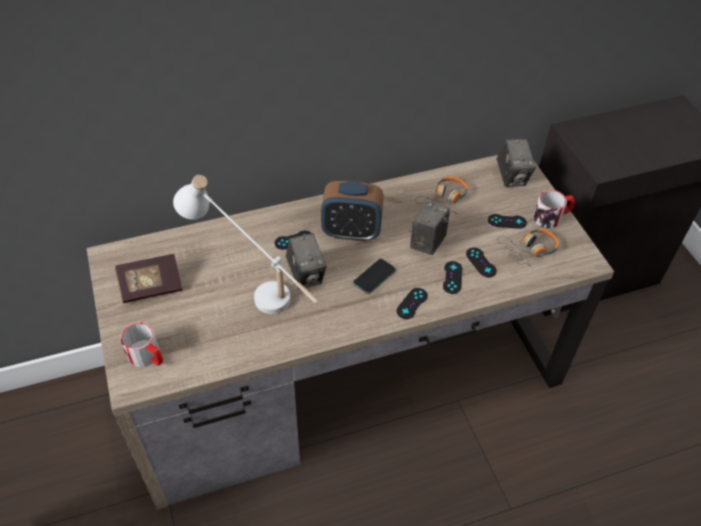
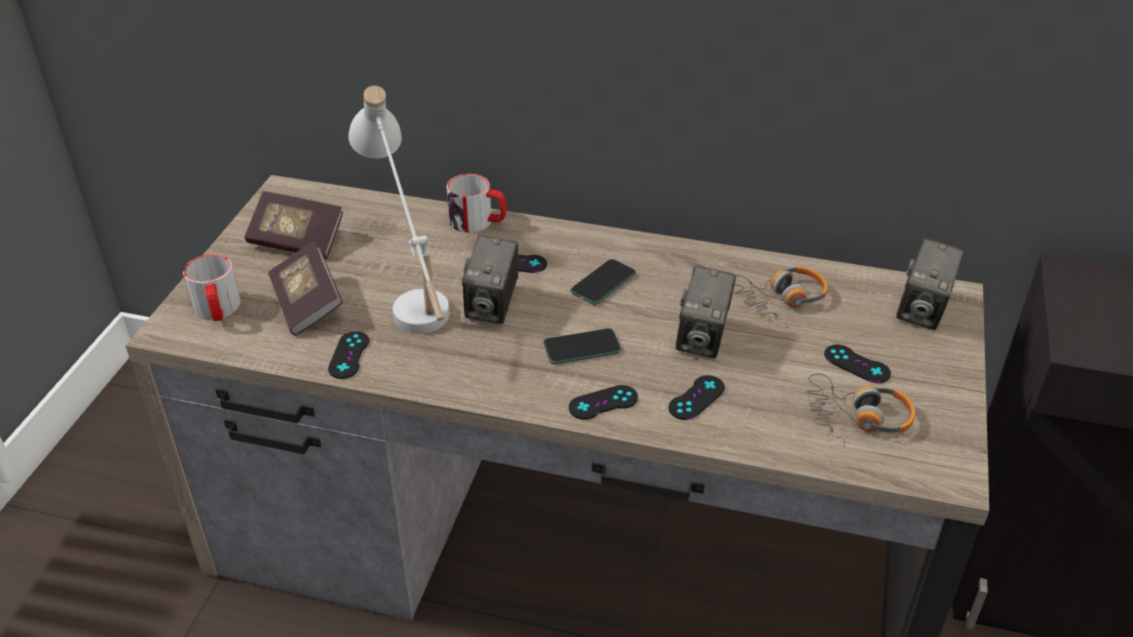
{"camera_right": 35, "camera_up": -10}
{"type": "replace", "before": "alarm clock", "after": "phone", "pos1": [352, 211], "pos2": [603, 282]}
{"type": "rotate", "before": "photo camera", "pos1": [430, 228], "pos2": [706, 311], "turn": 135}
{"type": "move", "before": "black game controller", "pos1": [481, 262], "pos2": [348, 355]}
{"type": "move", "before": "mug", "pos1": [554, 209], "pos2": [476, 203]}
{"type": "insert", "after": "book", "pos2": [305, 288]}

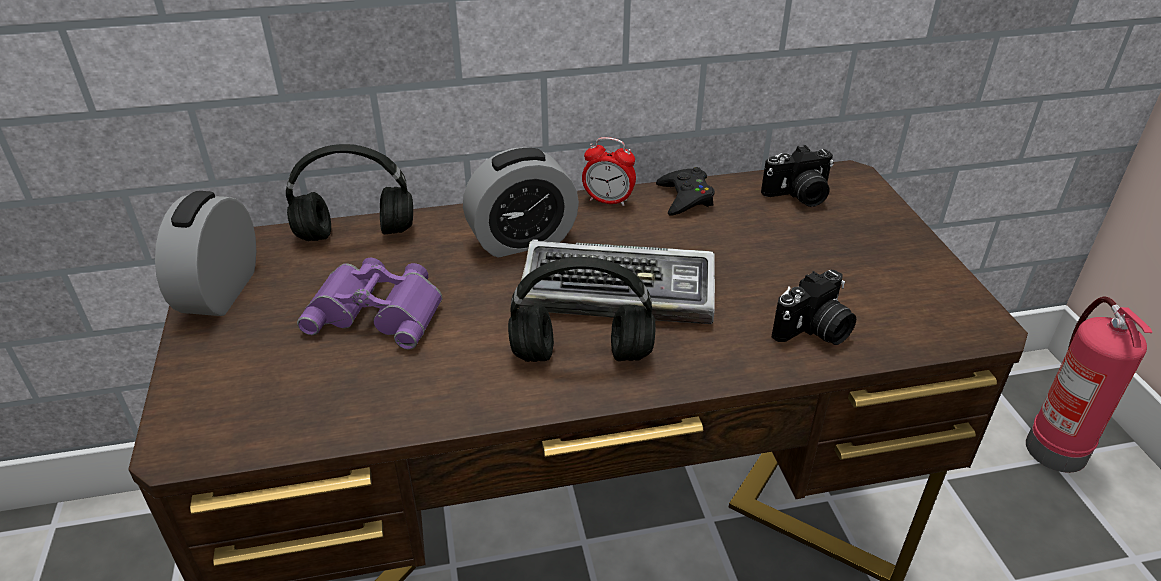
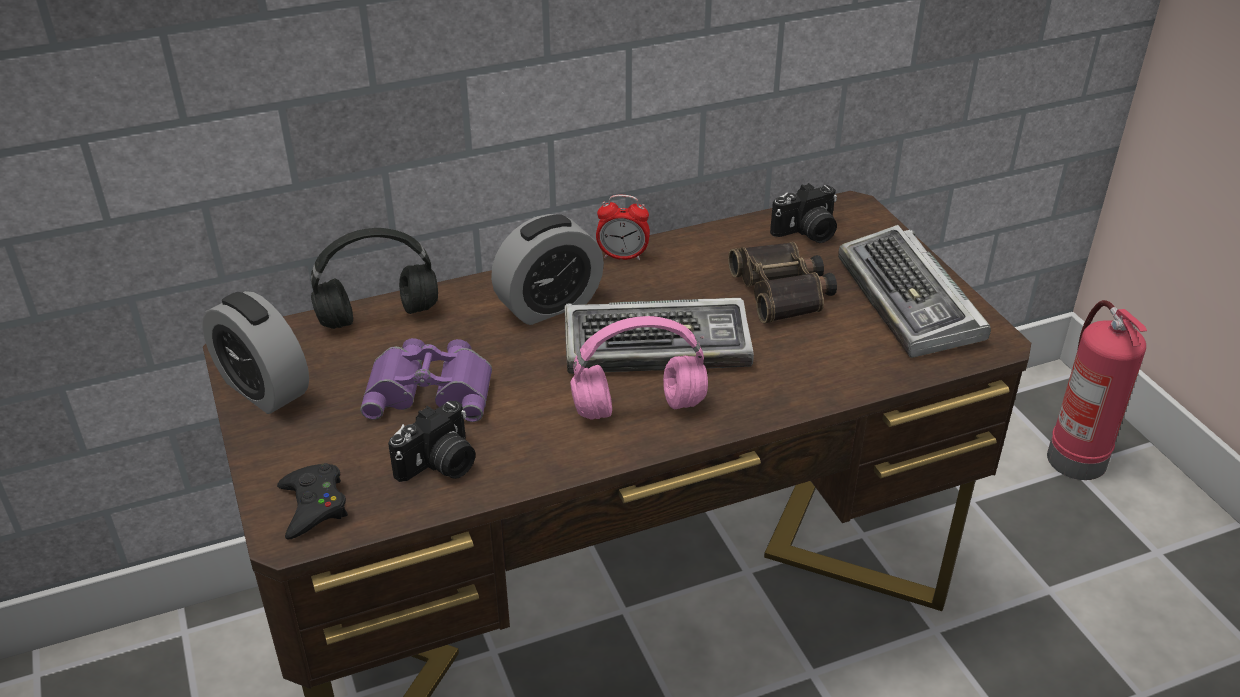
{"camera_right": -10, "camera_up": 0}
{"type": "rotate", "before": "alarm clock", "pos1": [205, 253], "pos2": [255, 352], "turn": -45}
{"type": "recolor", "before": "black headphones", "after": "pink headphones", "pos1": [582, 309], "pos2": [639, 368]}
{"type": "move", "before": "black game controller", "pos1": [685, 191], "pos2": [312, 501]}
{"type": "move", "before": "photo camera", "pos1": [814, 307], "pos2": [431, 441]}
{"type": "insert", "after": "binoculars", "pos2": [782, 282]}
{"type": "insert", "after": "keyboard", "pos2": [914, 291]}

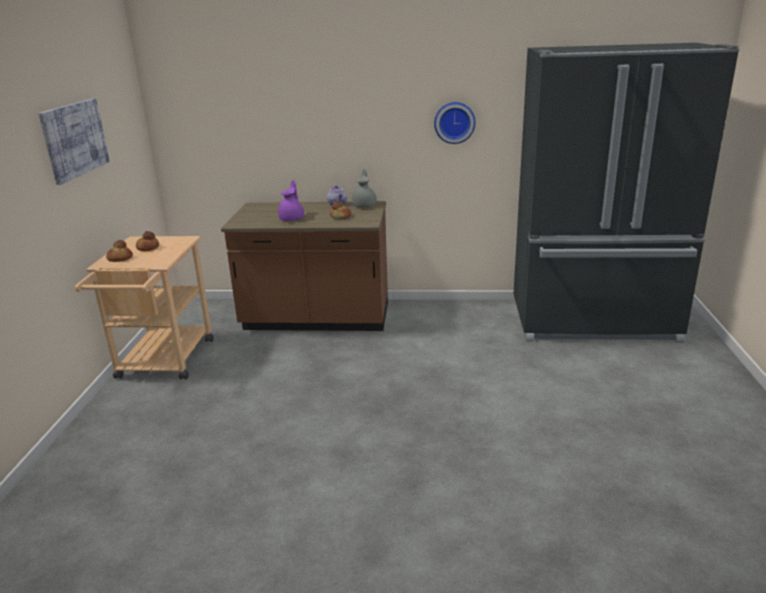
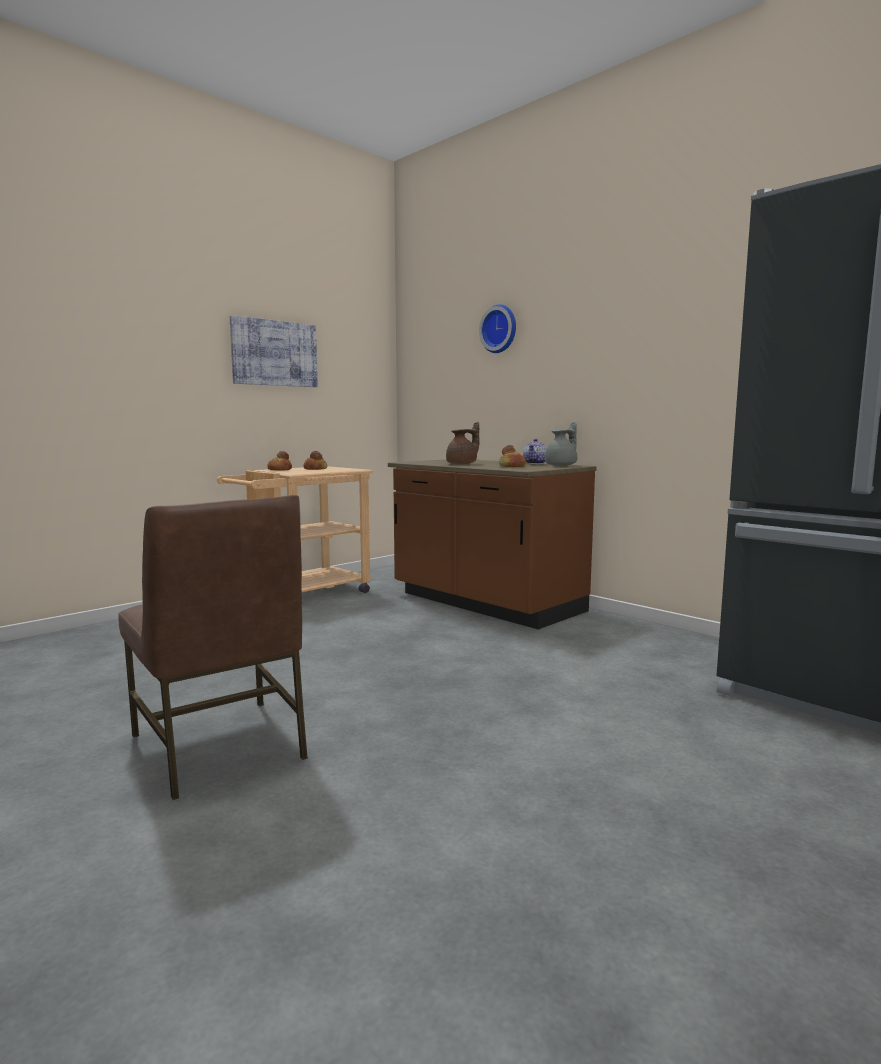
{"camera_right": 40, "camera_up": -15}
{"type": "recolor", "before": "purple teapot", "after": "brown teapot", "pos1": [291, 200], "pos2": [462, 443]}
{"type": "move", "before": "wall clock", "pos1": [455, 123], "pos2": [497, 328]}
{"type": "insert", "after": "brown chair", "pos2": [213, 647]}

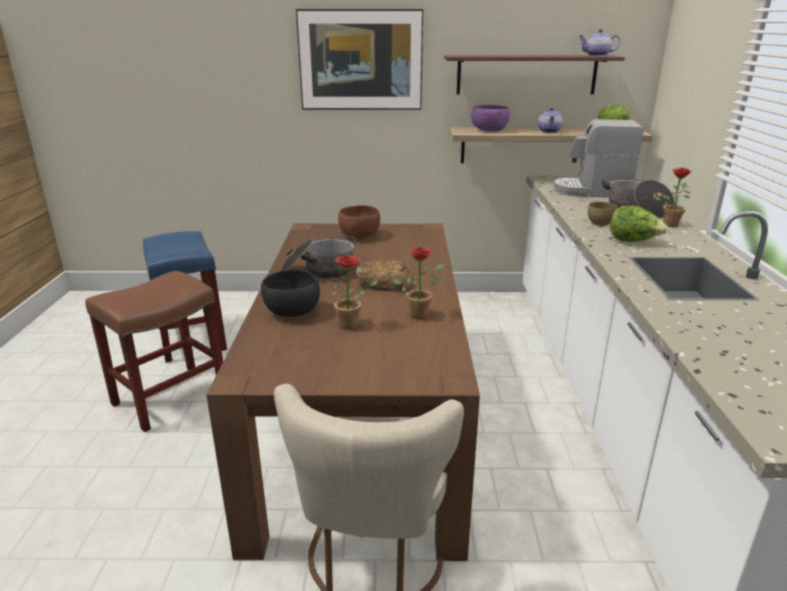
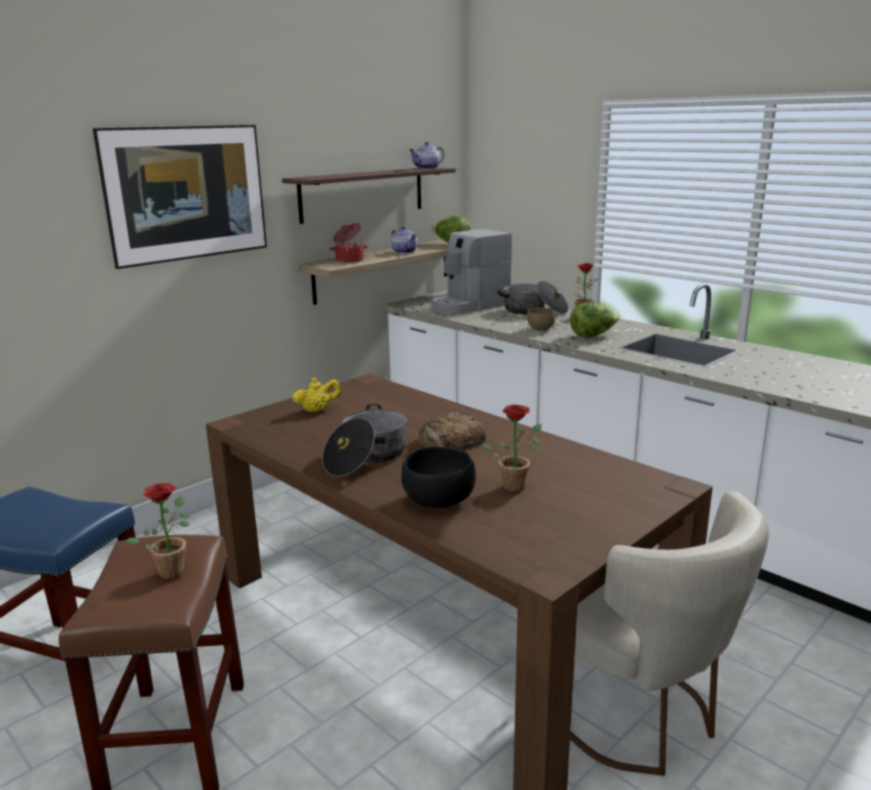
{"camera_right": -45, "camera_up": -5}
{"type": "replace", "before": "brown bowl", "after": "yellow teapot", "pos1": [359, 222], "pos2": [316, 395]}
{"type": "move", "before": "potted plant", "pos1": [418, 283], "pos2": [158, 531]}
{"type": "replace", "before": "purple bowl", "after": "cooking pot", "pos1": [490, 118], "pos2": [349, 243]}

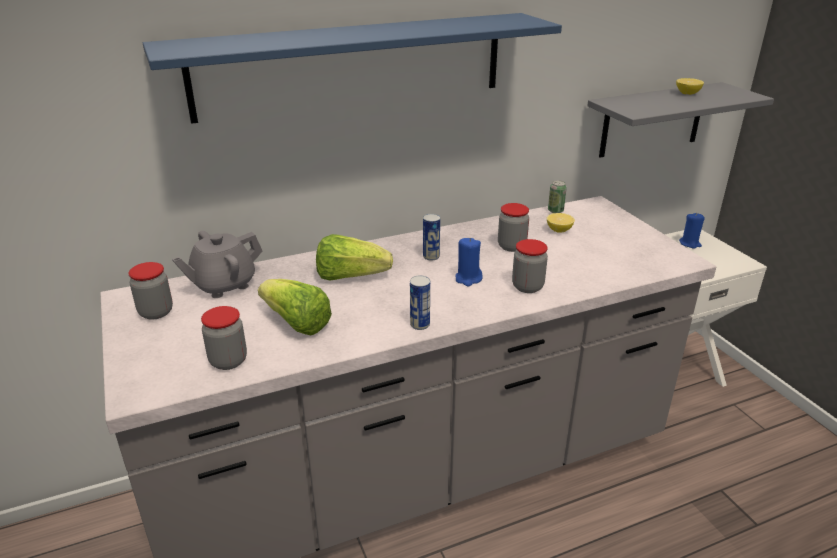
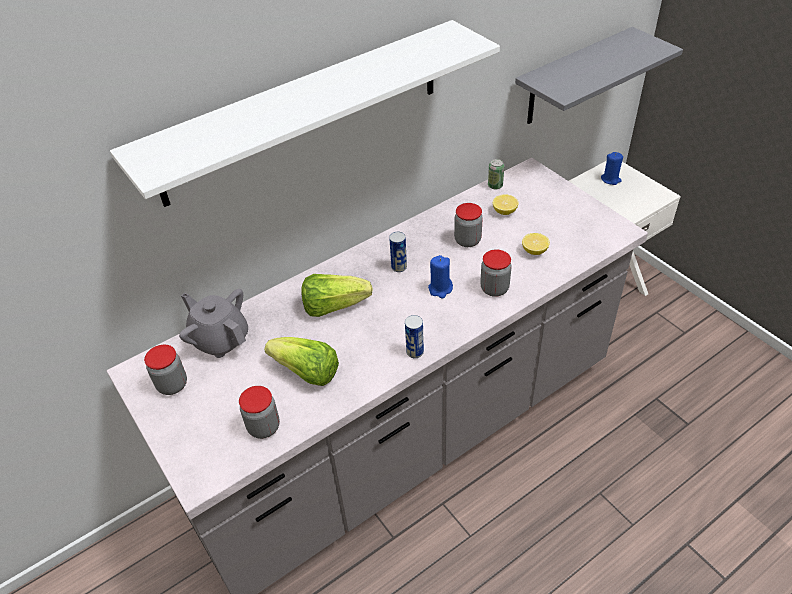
{"camera_right": -10, "camera_up": 15}
{"type": "recolor", "before": "blue shelf", "after": "white shelf", "pos1": [352, 68], "pos2": [305, 113]}
{"type": "rotate", "before": "grey teapot", "pos1": [217, 264], "pos2": [213, 323], "turn": 90}
{"type": "move", "before": "lemon", "pos1": [690, 86], "pos2": [536, 244]}

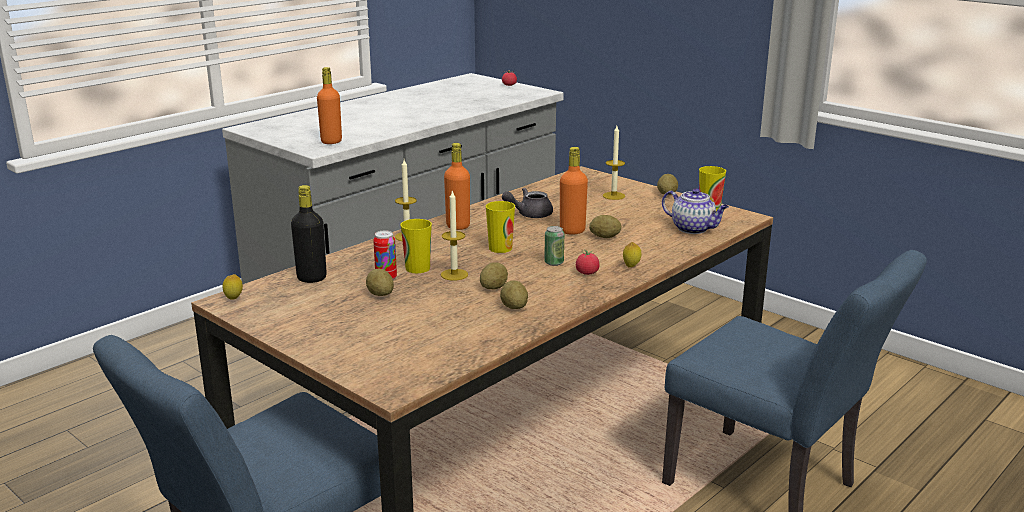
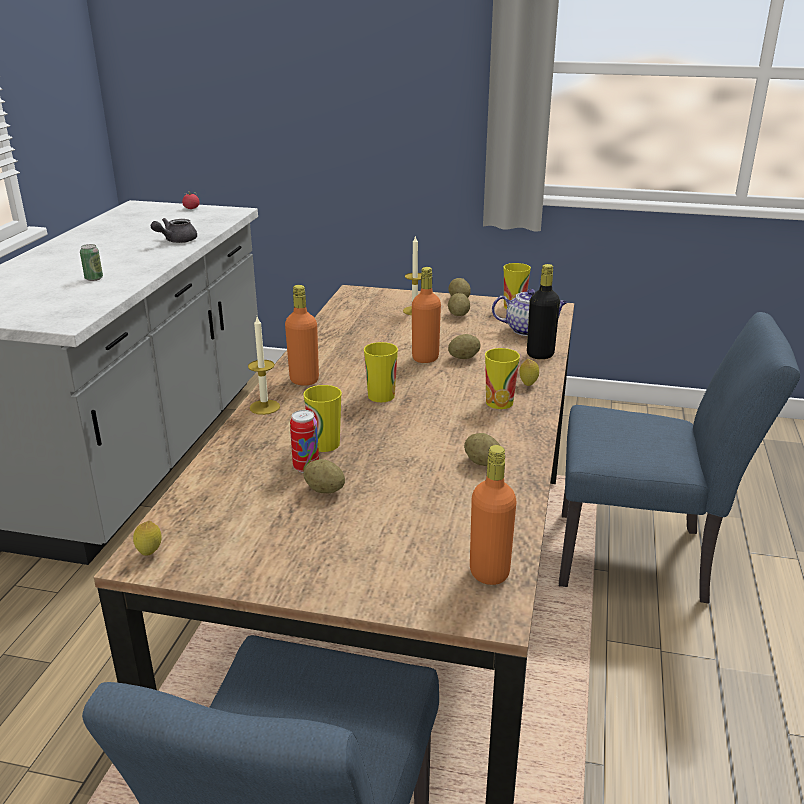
{"camera_right": -30, "camera_up": 5}
{"type": "move", "before": "black bottle", "pos1": [309, 234], "pos2": [543, 311]}
{"type": "move", "before": "orange bottle", "pos1": [329, 105], "pos2": [493, 515]}
{"type": "delete", "before": "candle", "pos1": [454, 235]}
{"type": "move", "before": "potato", "pos1": [494, 276], "pos2": [459, 304]}
{"type": "move", "before": "grey teapot", "pos1": [527, 203], "pos2": [174, 230]}
{"type": "move", "before": "can", "pos1": [554, 246], "pos2": [91, 262]}
{"type": "replace", "before": "tomato", "after": "cup", "pos1": [588, 262], "pos2": [502, 378]}

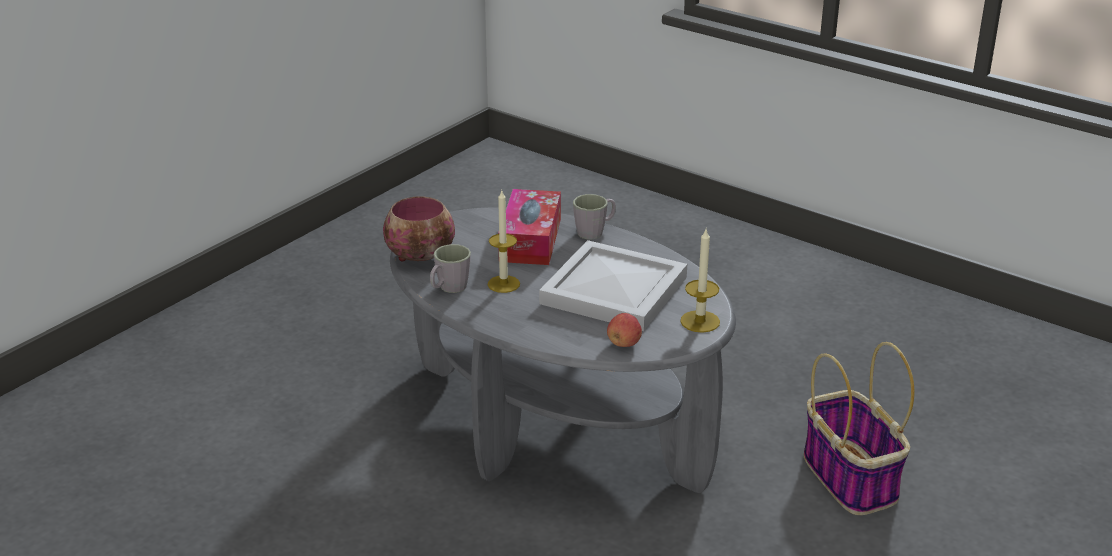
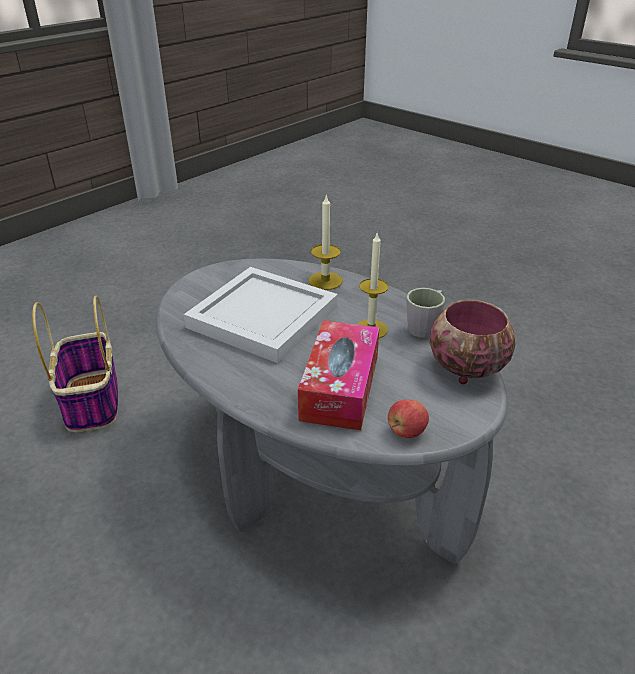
{"camera_right": -175, "camera_up": 5}
{"type": "delete", "before": "grey mug", "pos1": [594, 216]}
{"type": "move", "before": "apple", "pos1": [624, 330], "pos2": [408, 419]}
{"type": "move", "before": "candle", "pos1": [700, 281], "pos2": [325, 242]}

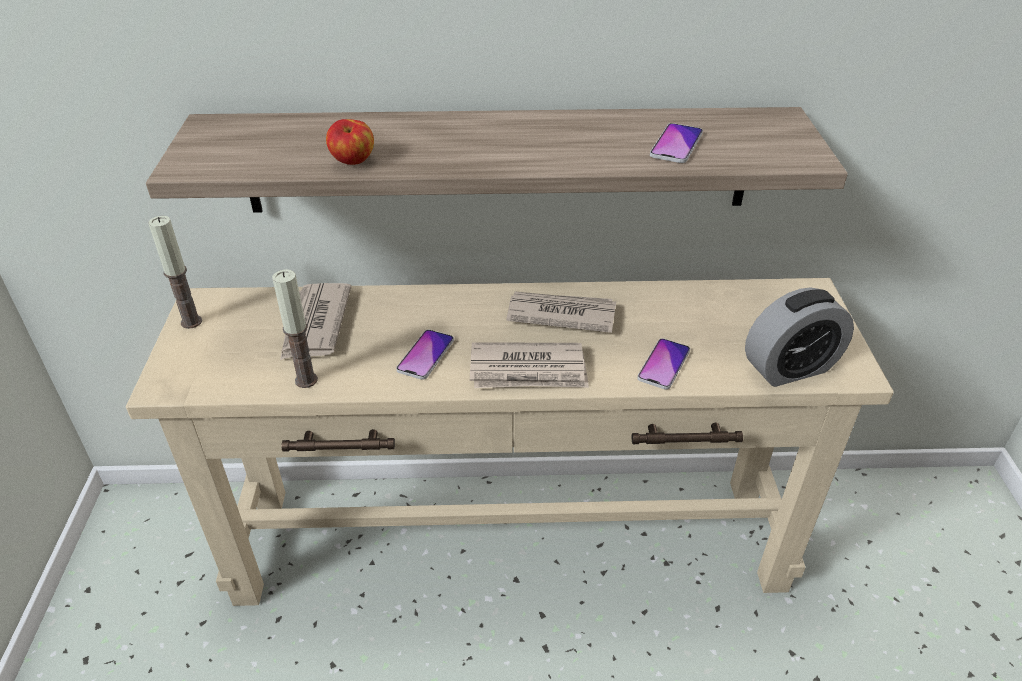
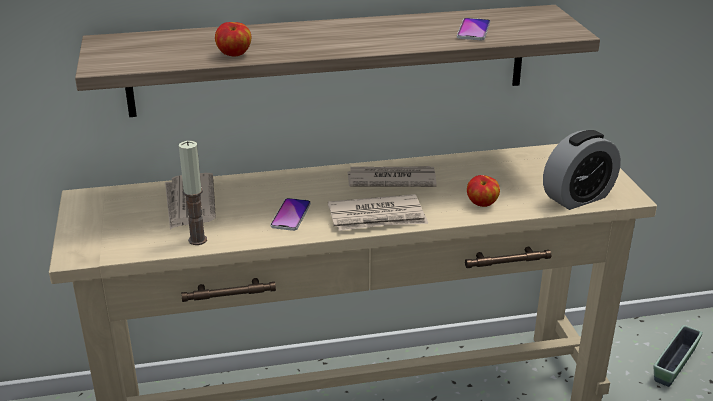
{"camera_right": -10, "camera_up": -10}
{"type": "delete", "before": "candle", "pos1": [175, 272]}
{"type": "replace", "before": "phone", "after": "apple", "pos1": [663, 364], "pos2": [483, 191]}
{"type": "insert", "after": "planter", "pos2": [678, 356]}

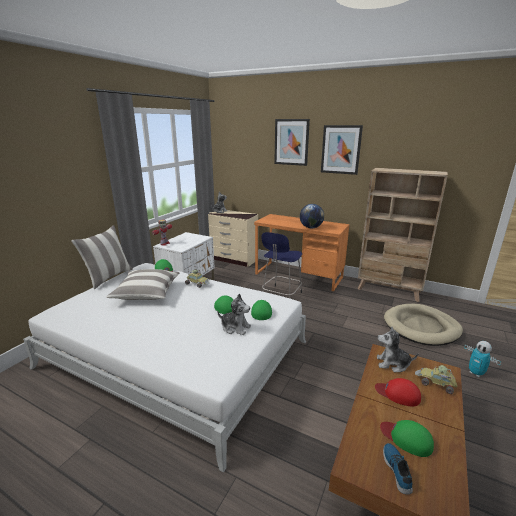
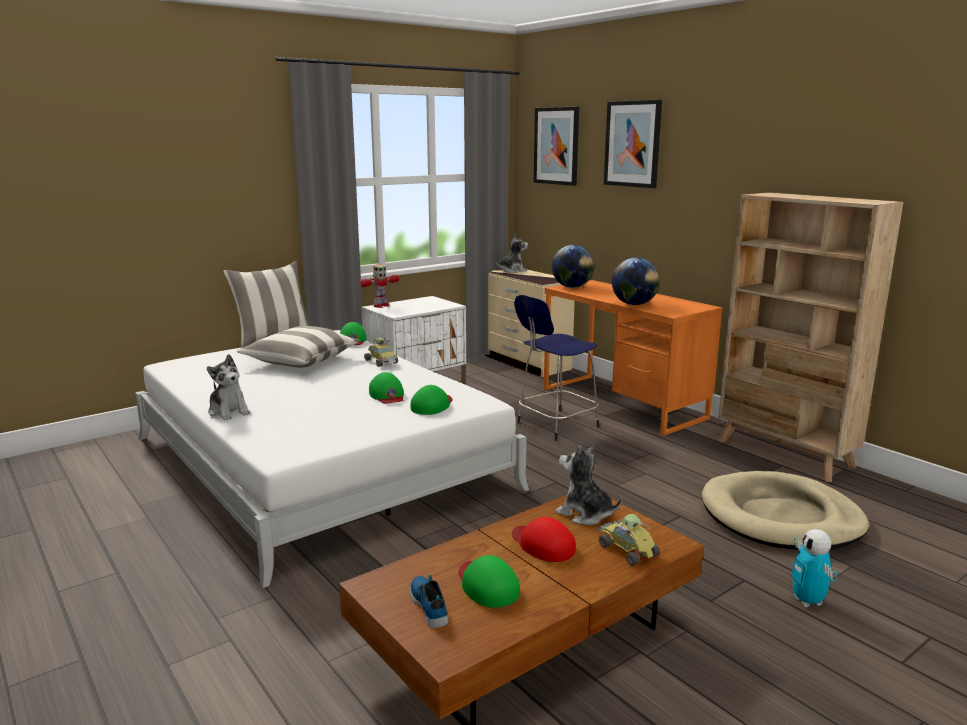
{"camera_right": 25, "camera_up": -5}
{"type": "move", "before": "plush toy", "pos1": [234, 314], "pos2": [229, 387]}
{"type": "move", "before": "picture", "pos1": [342, 150], "pos2": [556, 146]}
{"type": "rotate", "before": "shoe", "pos1": [398, 469], "pos2": [429, 601], "turn": -45}
{"type": "insert", "after": "globe", "pos2": [573, 266]}

